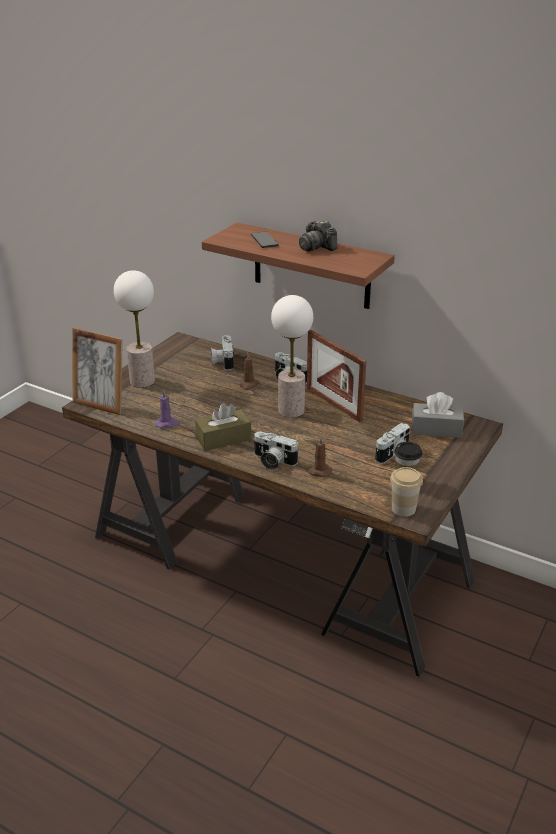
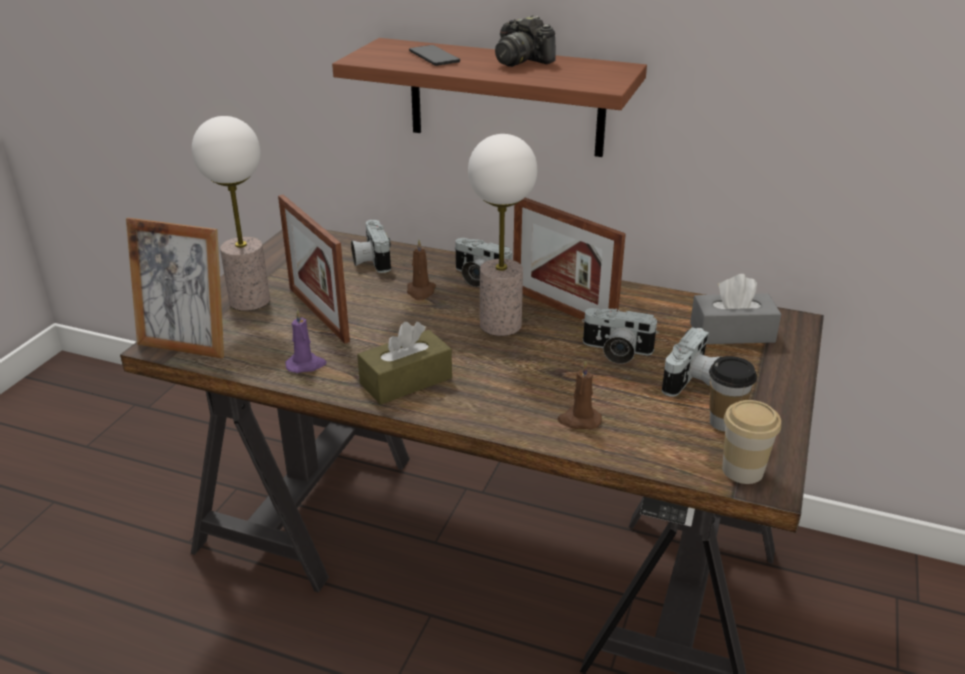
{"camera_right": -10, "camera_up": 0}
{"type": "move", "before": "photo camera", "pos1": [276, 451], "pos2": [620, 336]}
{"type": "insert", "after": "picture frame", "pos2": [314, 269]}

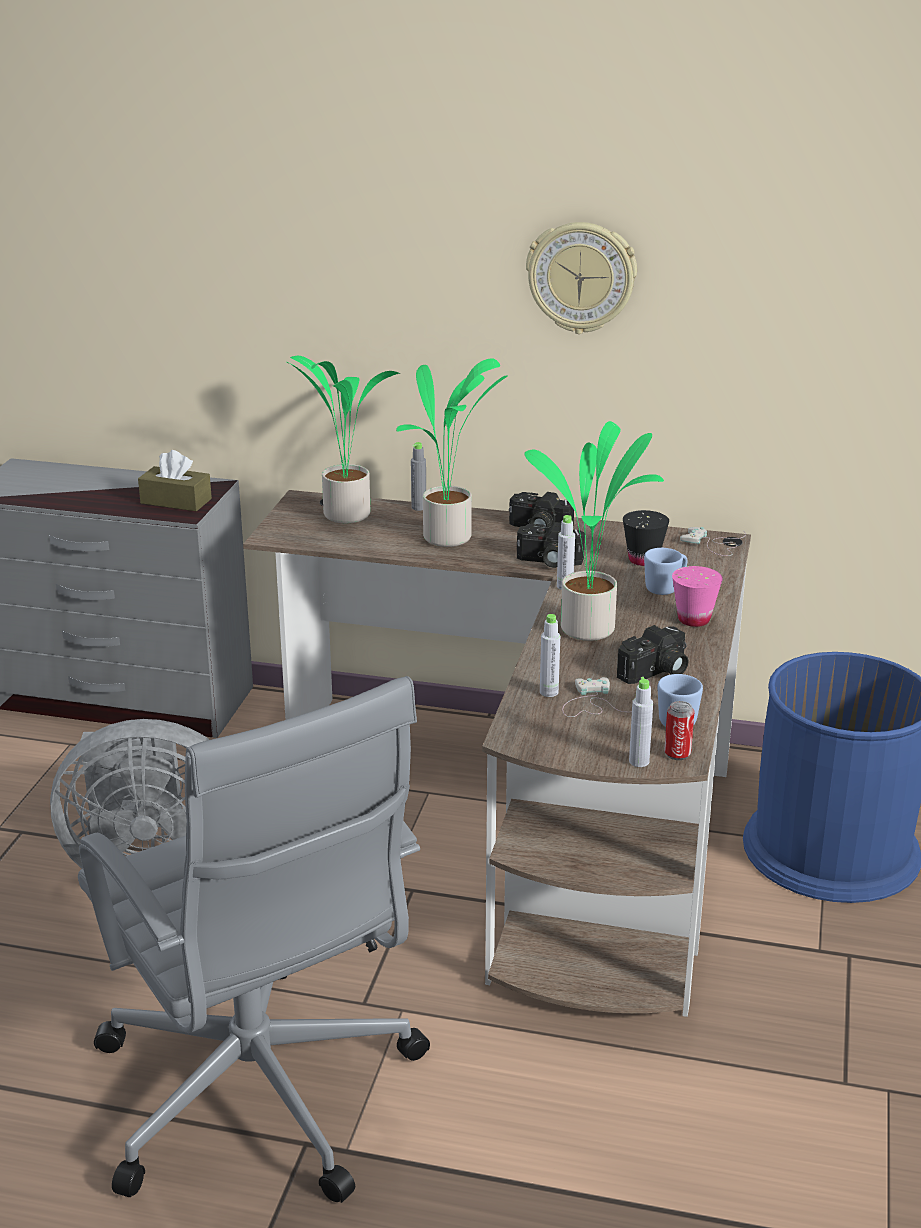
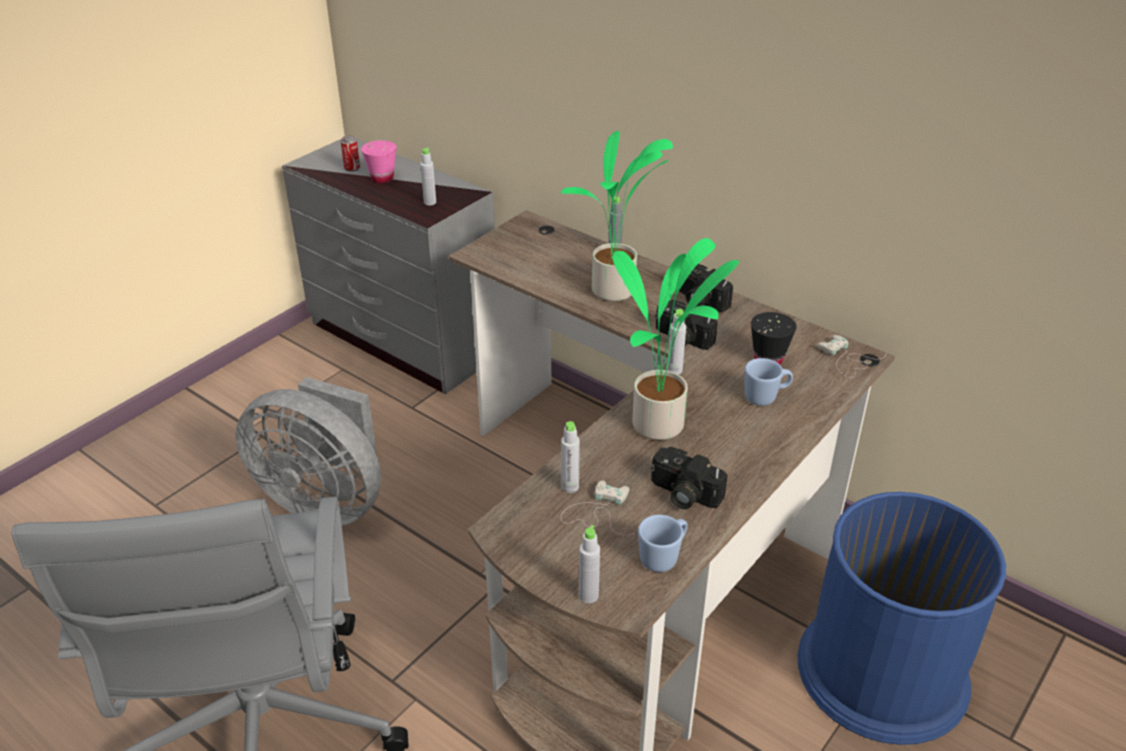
{"camera_right": 25, "camera_up": 10}
{"type": "replace", "before": "brown tissue box", "after": "grey bottle", "pos1": [175, 481], "pos2": [428, 176]}
{"type": "delete", "before": "potted plant", "pos1": [343, 439]}
{"type": "delete", "before": "wall clock", "pos1": [581, 278]}
{"type": "rotate", "before": "photo camera", "pos1": [652, 654], "pos2": [689, 478], "turn": 45}
{"type": "move", "before": "can", "pos1": [679, 730], "pos2": [350, 153]}
{"type": "move", "before": "pink cup", "pos1": [697, 596], "pos2": [379, 161]}

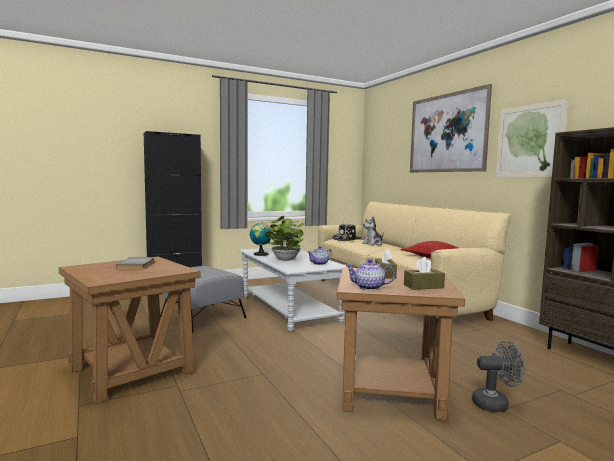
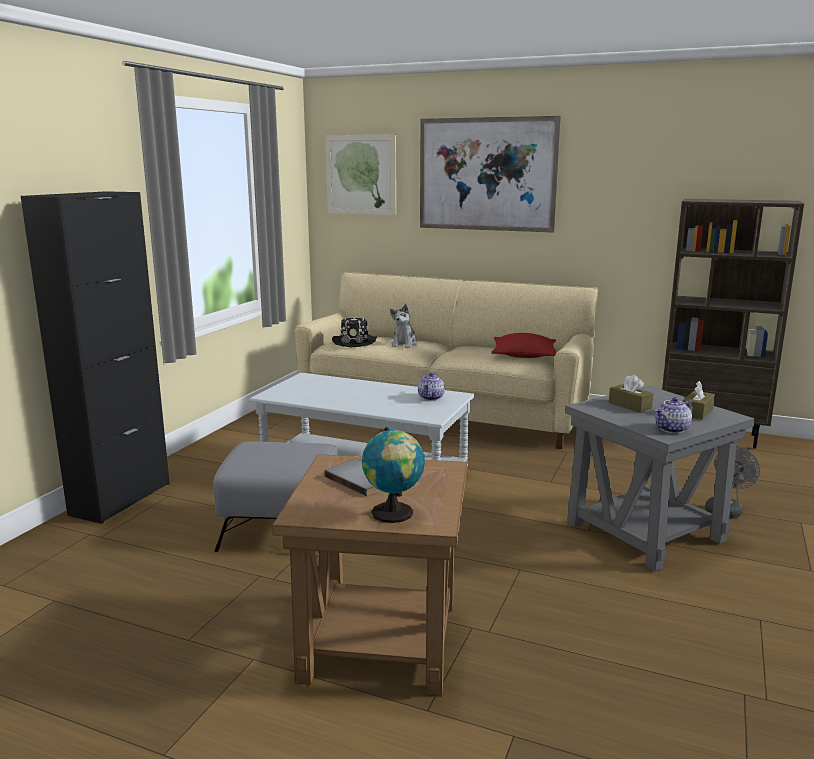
{"camera_right": -40, "camera_up": 10}
{"type": "move", "before": "globe", "pos1": [261, 239], "pos2": [393, 475]}
{"type": "delete", "before": "potted plant", "pos1": [284, 238]}
{"type": "recolor", "before": "brown side table", "after": "grey side table", "pos1": [401, 343], "pos2": [660, 479]}
{"type": "move", "before": "picture", "pos1": [532, 138], "pos2": [360, 174]}

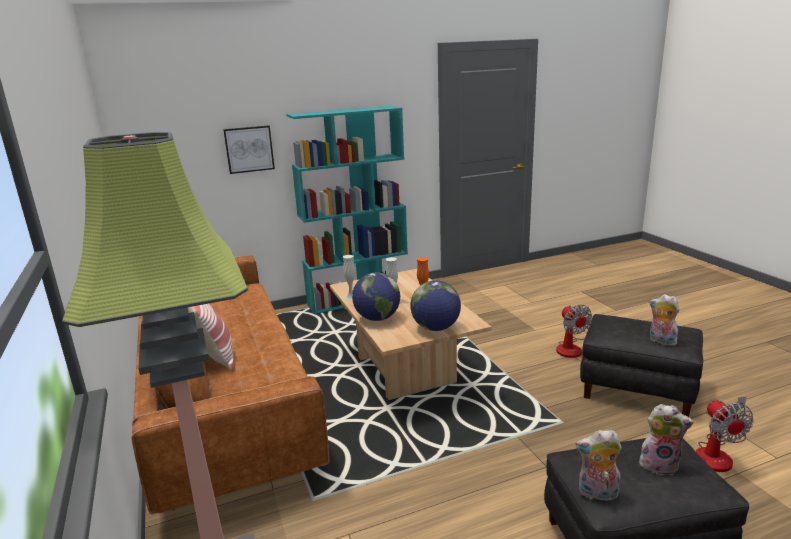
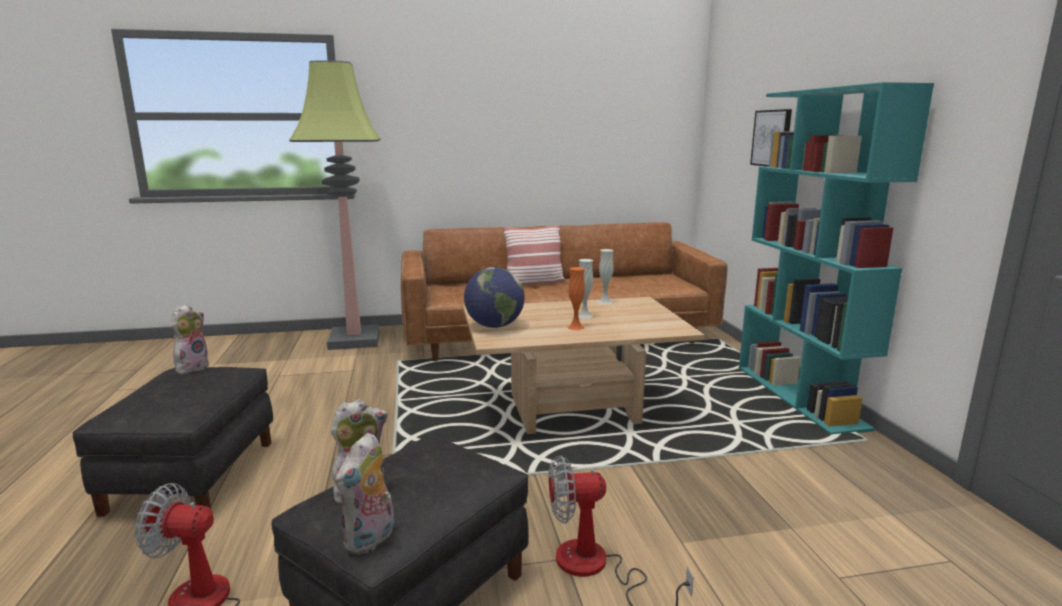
{"camera_right": 100, "camera_up": -5}
{"type": "delete", "before": "globe", "pos1": [376, 297]}
{"type": "move", "before": "plush toy", "pos1": [666, 439], "pos2": [364, 493]}

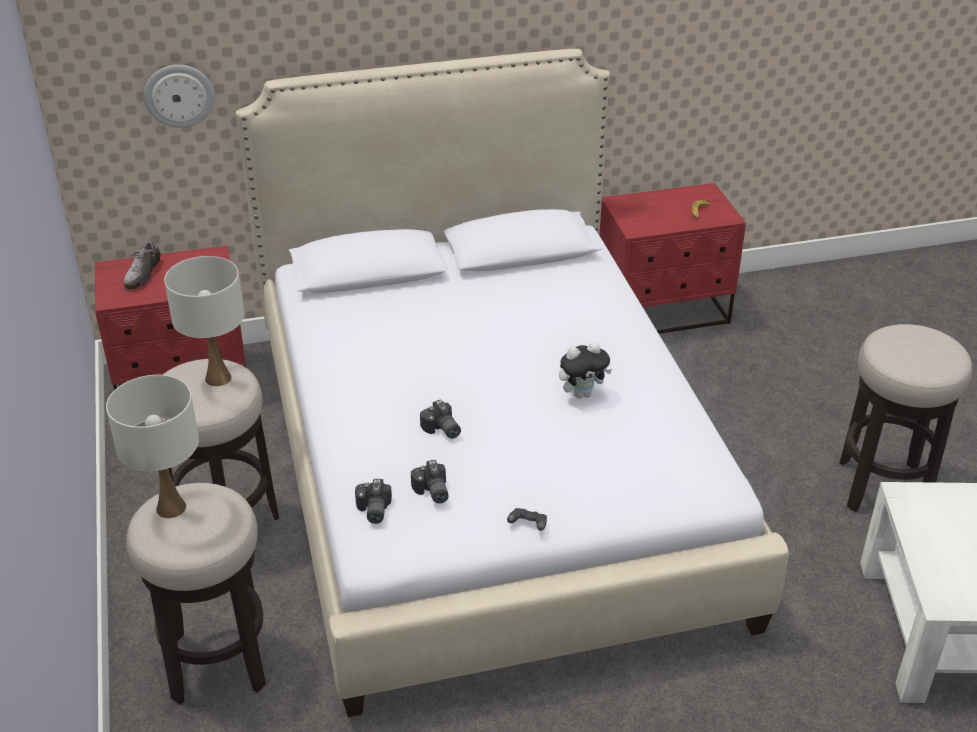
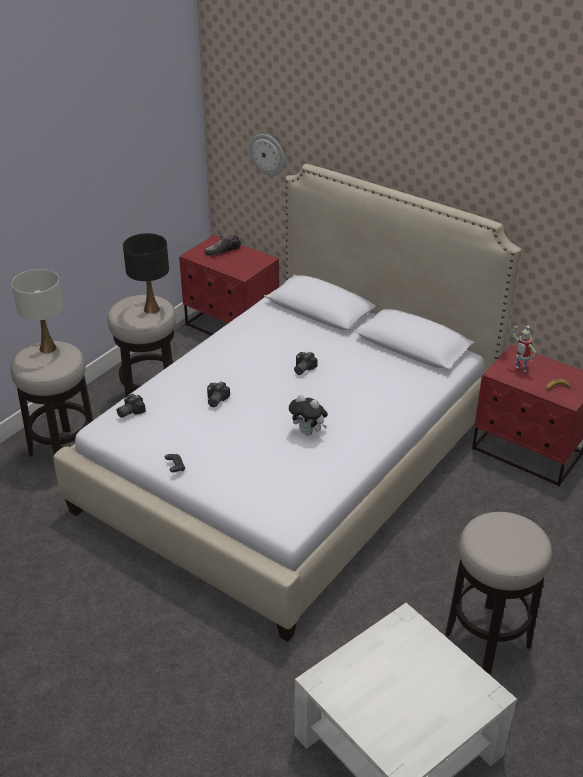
{"camera_right": 50, "camera_up": 0}
{"type": "recolor", "before": "white table lamp", "after": "black table lamp", "pos1": [204, 321], "pos2": [146, 273]}
{"type": "move", "before": "photo camera", "pos1": [429, 482], "pos2": [306, 363]}
{"type": "insert", "after": "toy robot", "pos2": [524, 348]}

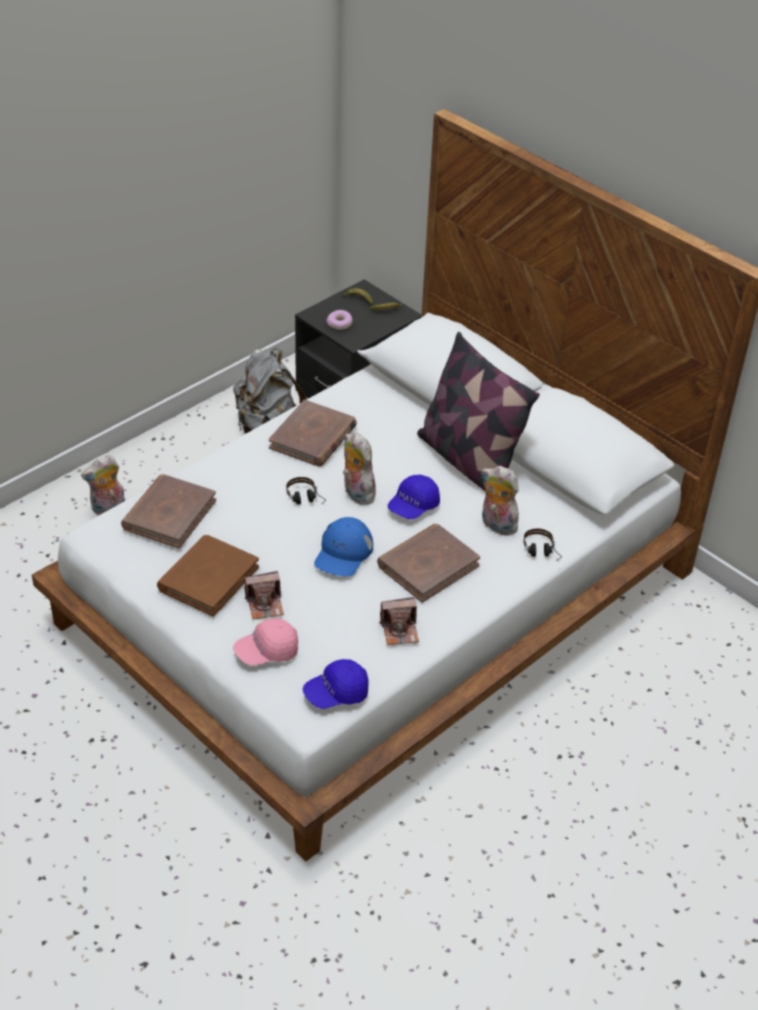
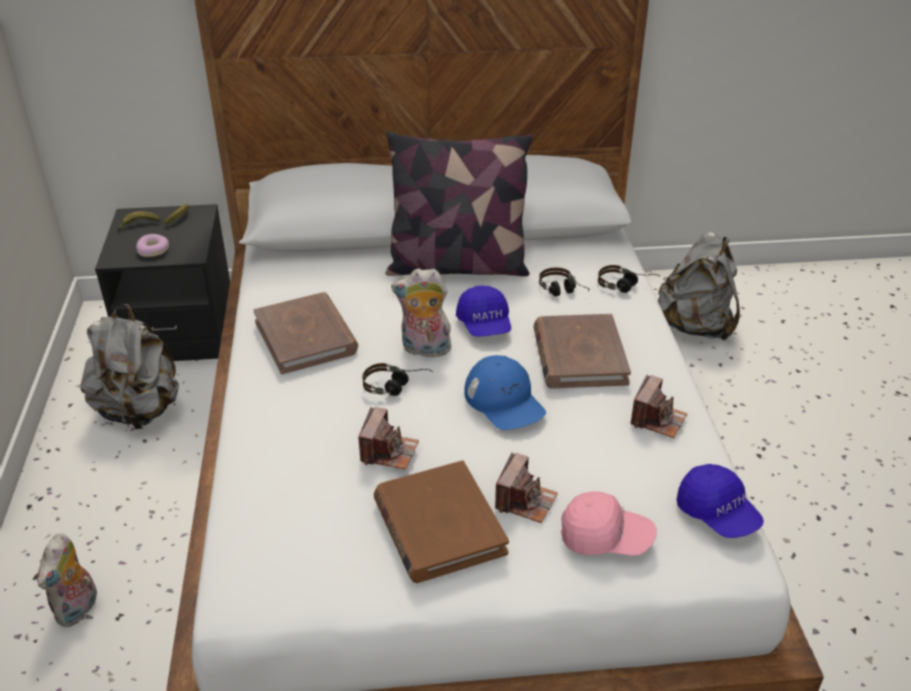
{"camera_right": -50, "camera_up": -5}
{"type": "delete", "before": "brown book", "pos1": [168, 511]}
{"type": "rotate", "before": "pink cap", "pos1": [265, 642], "pos2": [609, 523], "turn": -90}
{"type": "rotate", "before": "blue cap", "pos1": [335, 684], "pos2": [720, 501], "turn": -45}
{"type": "replace", "before": "plush toy", "after": "headphones", "pos1": [500, 501], "pos2": [564, 282]}
{"type": "insert", "after": "photo camera", "pos2": [388, 438]}
{"type": "insert", "after": "grey backpack", "pos2": [699, 286]}

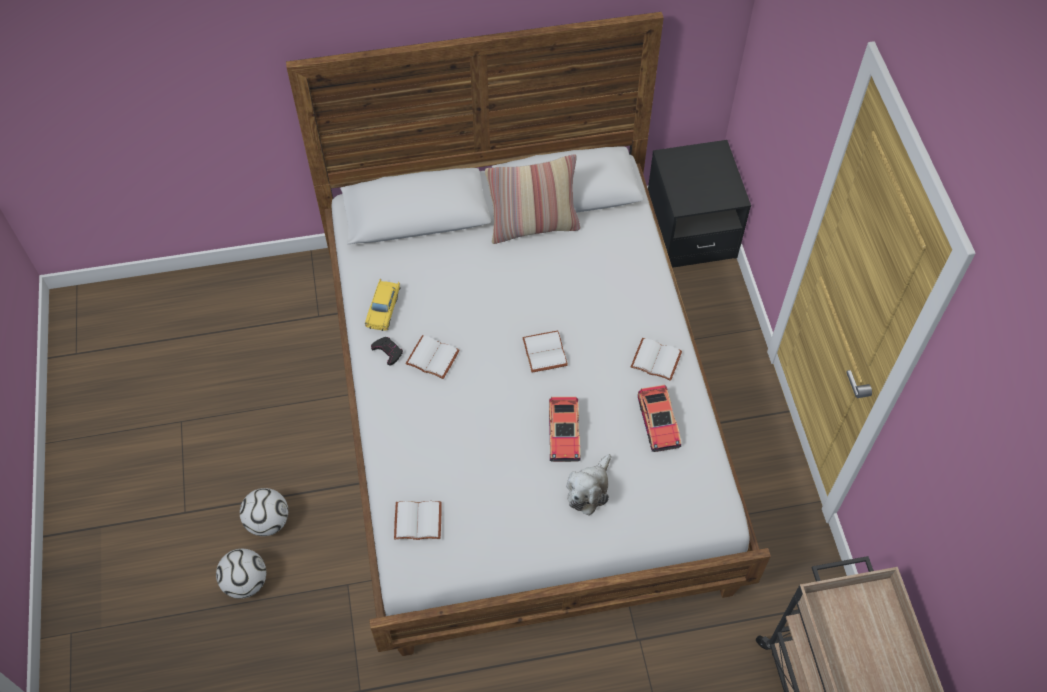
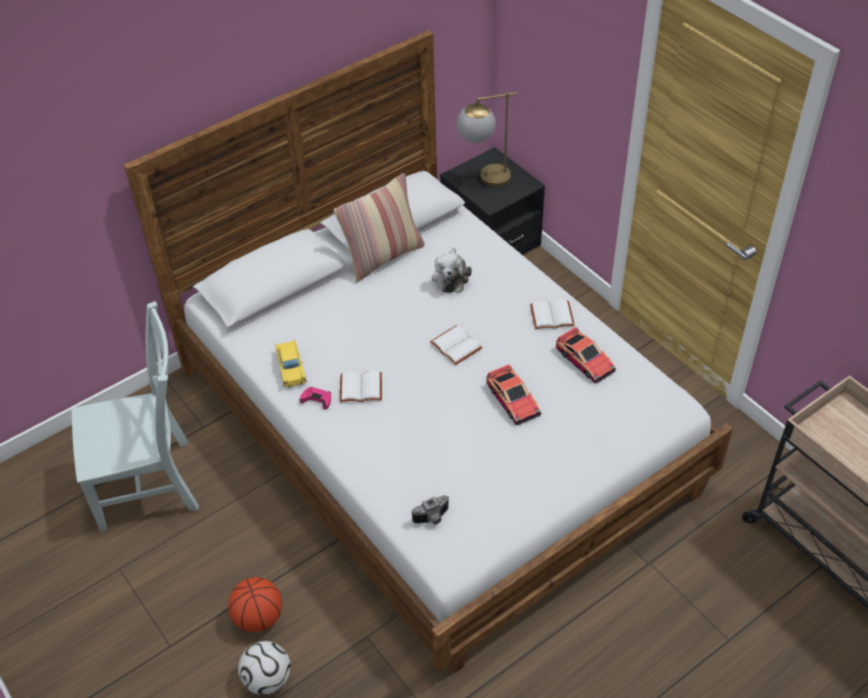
{"camera_right": -25, "camera_up": -10}
{"type": "replace", "before": "football", "after": "basketball", "pos1": [264, 512], "pos2": [255, 604]}
{"type": "recolor", "before": "black game controller", "after": "pink game controller", "pos1": [387, 351], "pos2": [315, 398]}
{"type": "replace", "before": "white book", "after": "photo camera", "pos1": [418, 520], "pos2": [430, 509]}
{"type": "move", "before": "plush toy", "pos1": [588, 484], "pos2": [452, 270]}
{"type": "insert", "after": "grey chair", "pos2": [135, 416]}
{"type": "insert", "after": "table lamp", "pos2": [487, 139]}

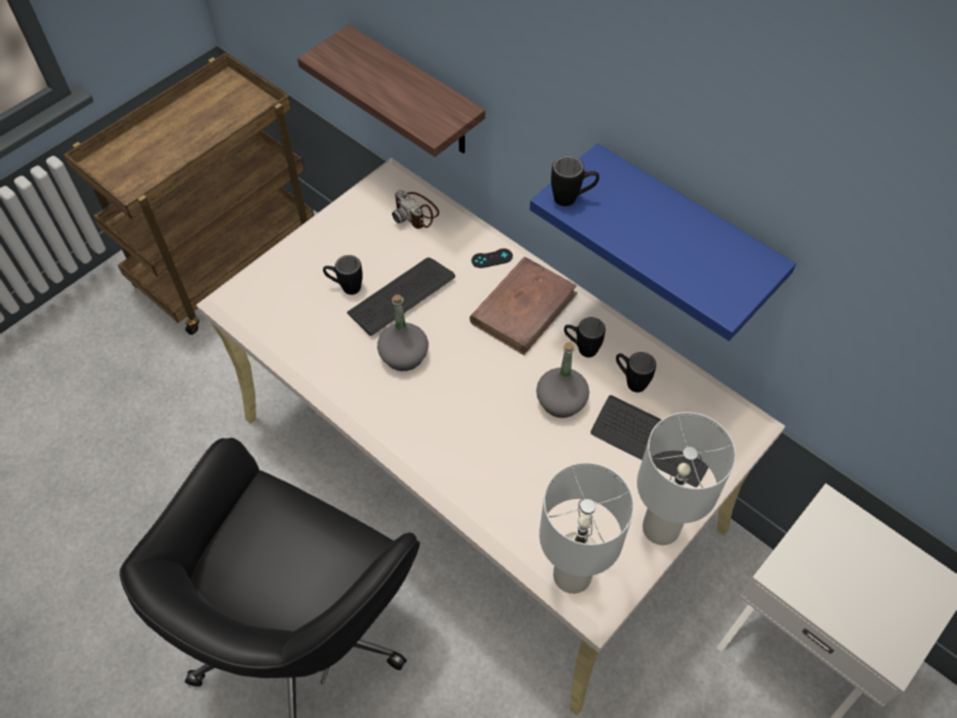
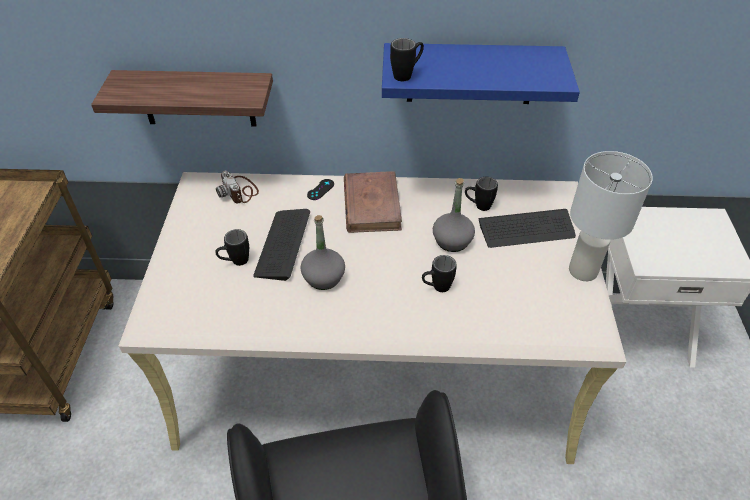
{"camera_right": -40, "camera_up": -10}
{"type": "rotate", "before": "photo camera", "pos1": [415, 209], "pos2": [237, 187], "turn": 45}
{"type": "delete", "before": "white table lamp", "pos1": [586, 528]}
{"type": "move", "before": "black mug", "pos1": [584, 337], "pos2": [439, 273]}

